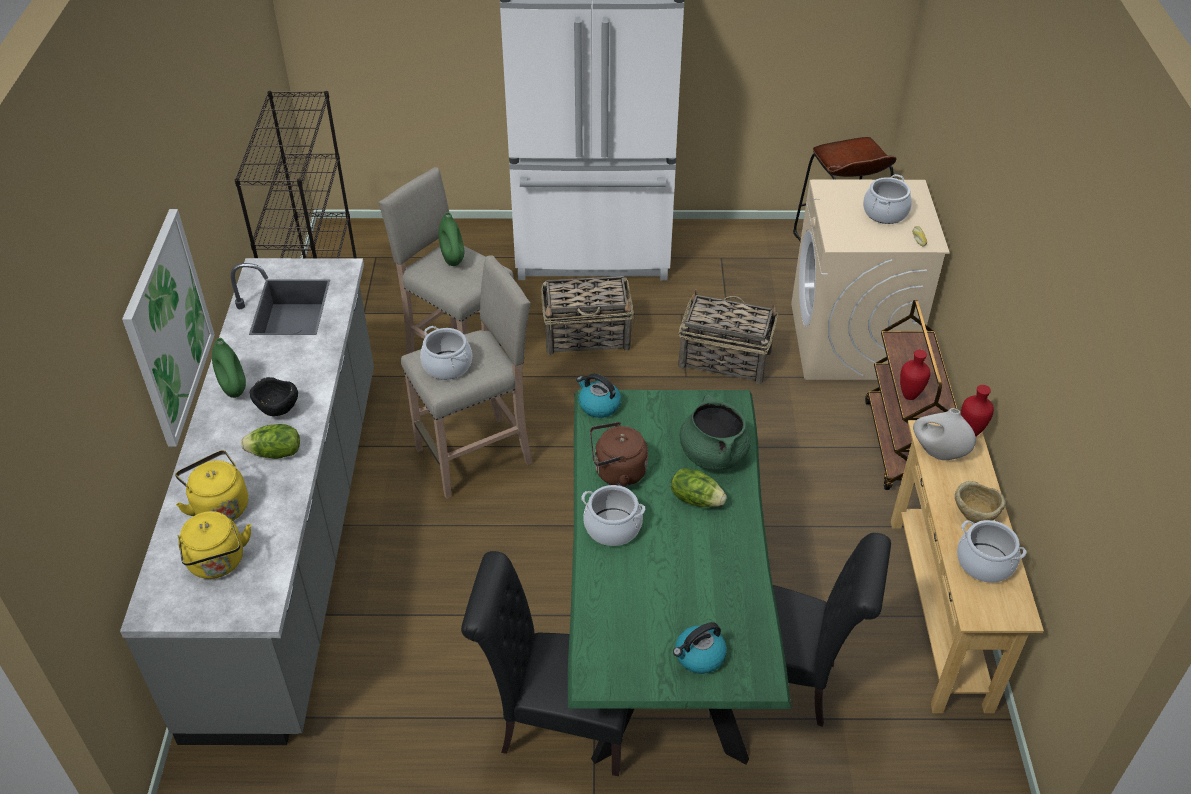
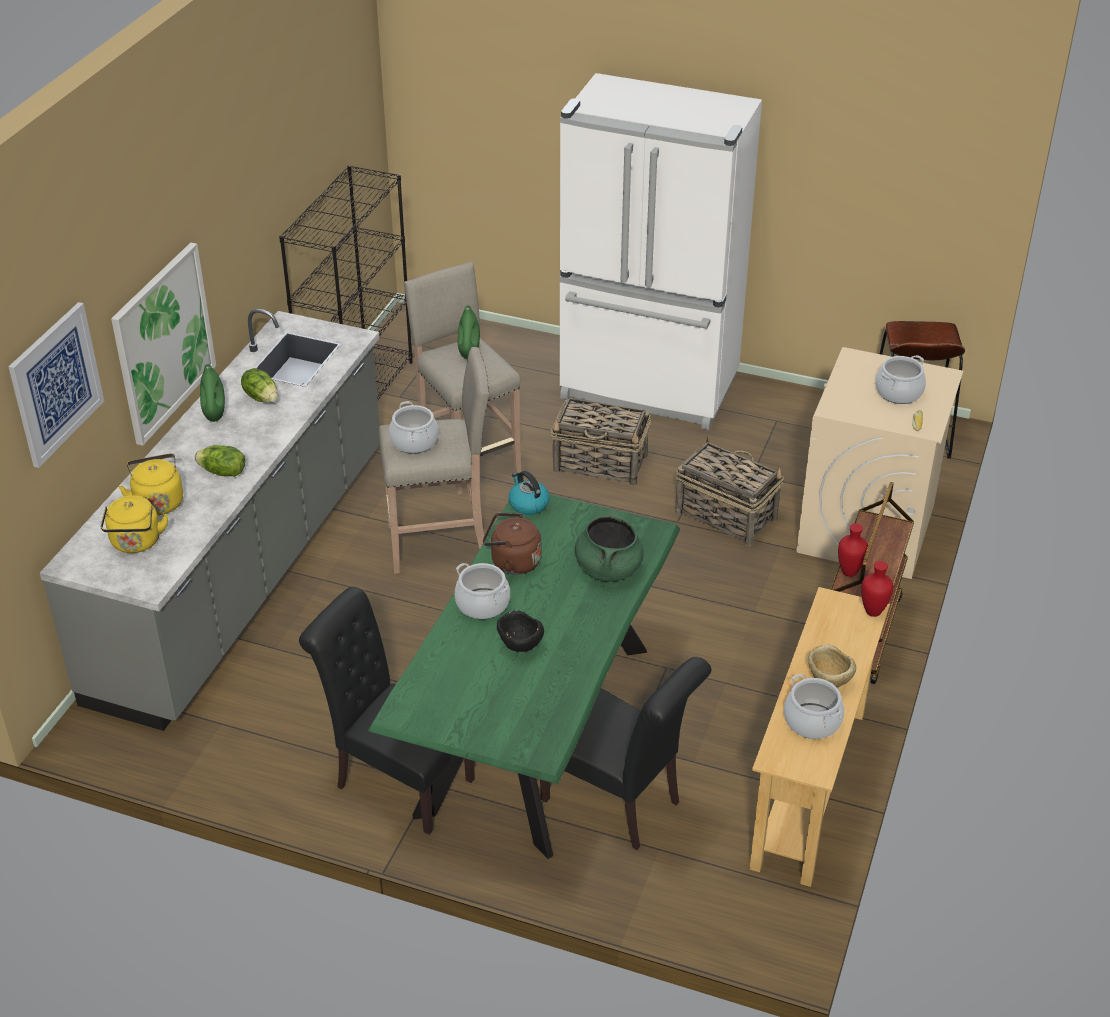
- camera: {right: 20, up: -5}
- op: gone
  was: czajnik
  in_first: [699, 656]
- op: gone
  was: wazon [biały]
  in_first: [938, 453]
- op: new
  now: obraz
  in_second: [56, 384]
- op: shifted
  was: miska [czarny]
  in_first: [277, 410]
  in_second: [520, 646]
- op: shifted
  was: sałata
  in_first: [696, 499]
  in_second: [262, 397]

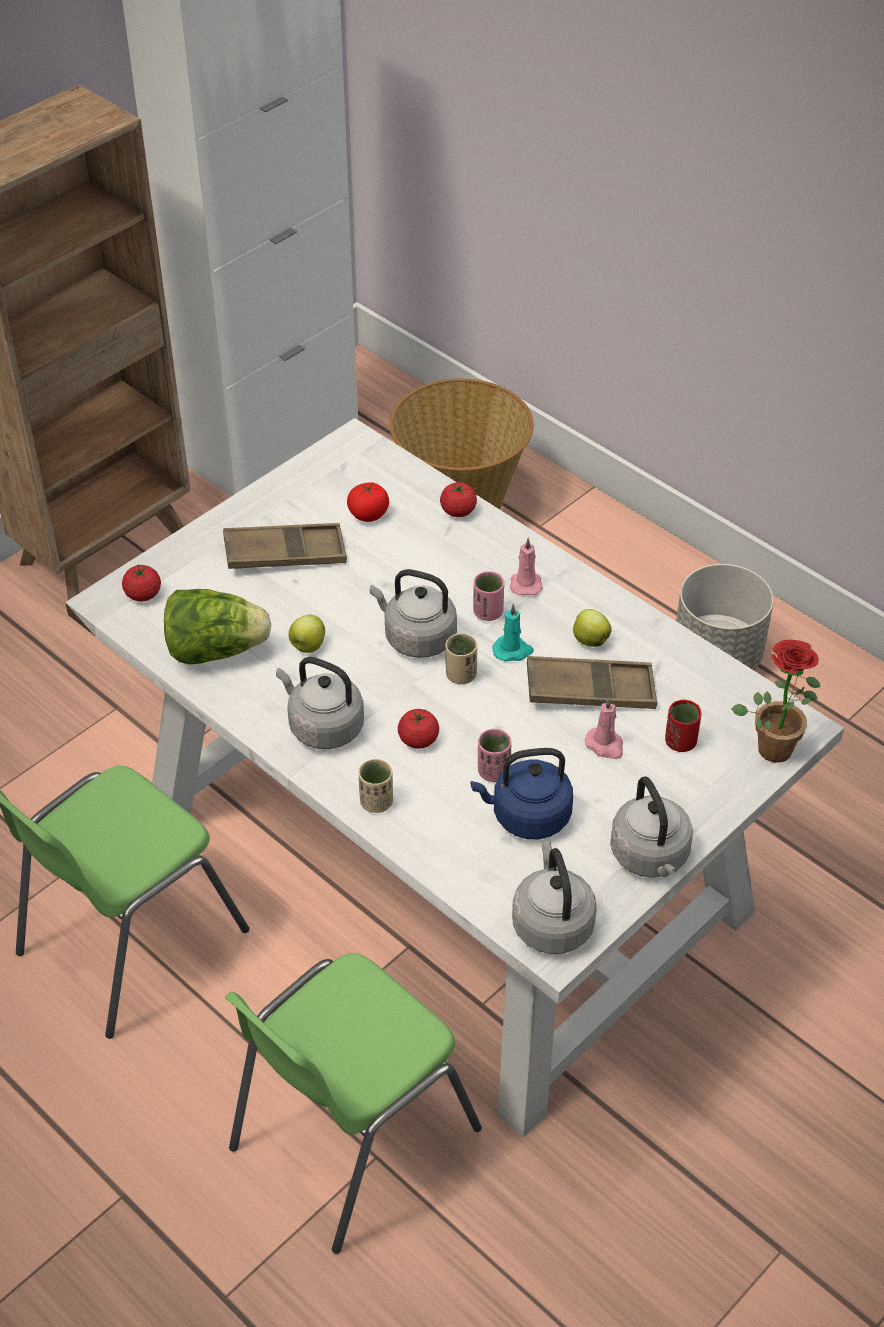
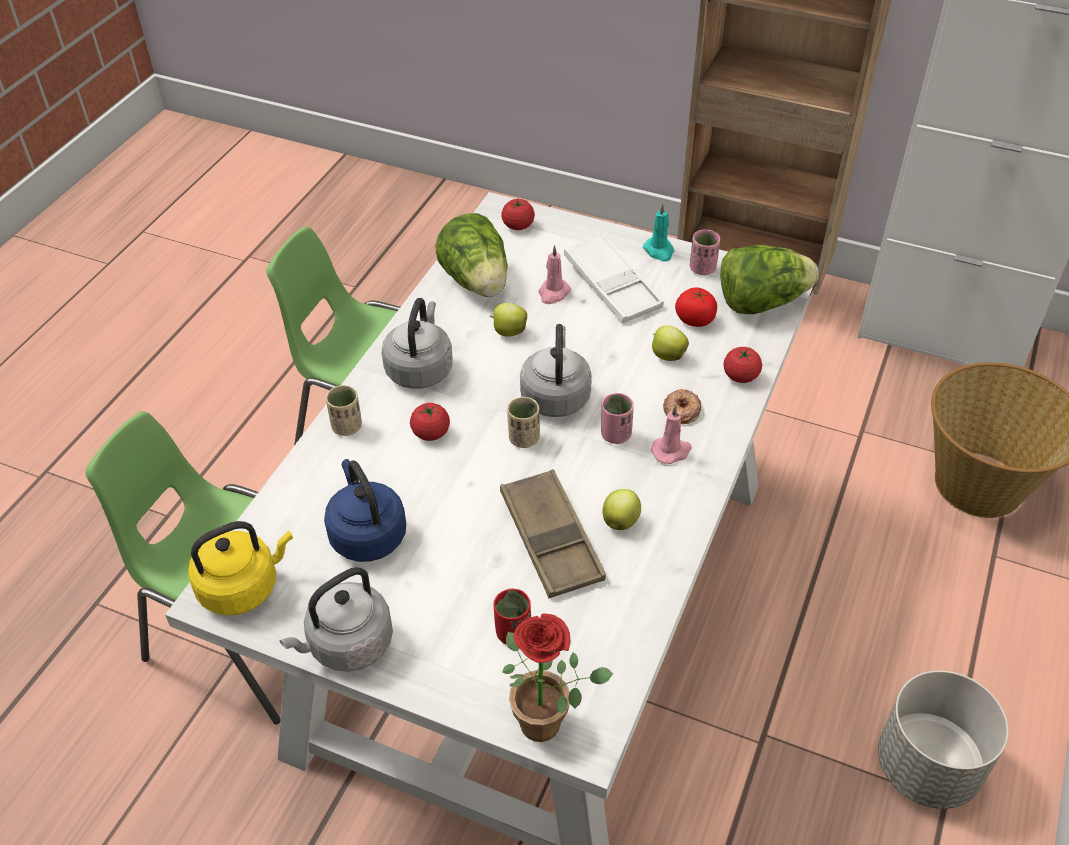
- camera: {right: 70, up: 0}
- op: new
  now: jabłko
  in_second: [667, 355]
- op: new
  now: donut
  in_second: [681, 410]
- op: new
  now: sałata
  in_second: [761, 302]
- op: shifted
  was: filiżanka [różowy]
  in_first: [493, 771]
  in_second: [702, 268]
- op: shifted
  was: świeca [turkusowy]
  in_first: [513, 651]
  in_second: [659, 251]
- op: shifted
  was: świeca [różowy]
  in_first: [605, 745]
  in_second: [553, 293]
- op: repainted
  was: taca [brązowy]
  now: taca [biały]
  in_first: [285, 553]
  in_second: [612, 285]
- op: repainted
  was: czajnik [szary]
  now: czajnik [żółty]
  in_first: [551, 923]
  in_second: [243, 586]

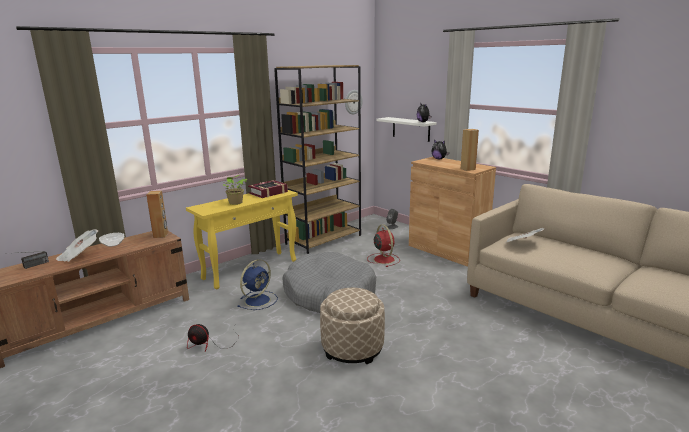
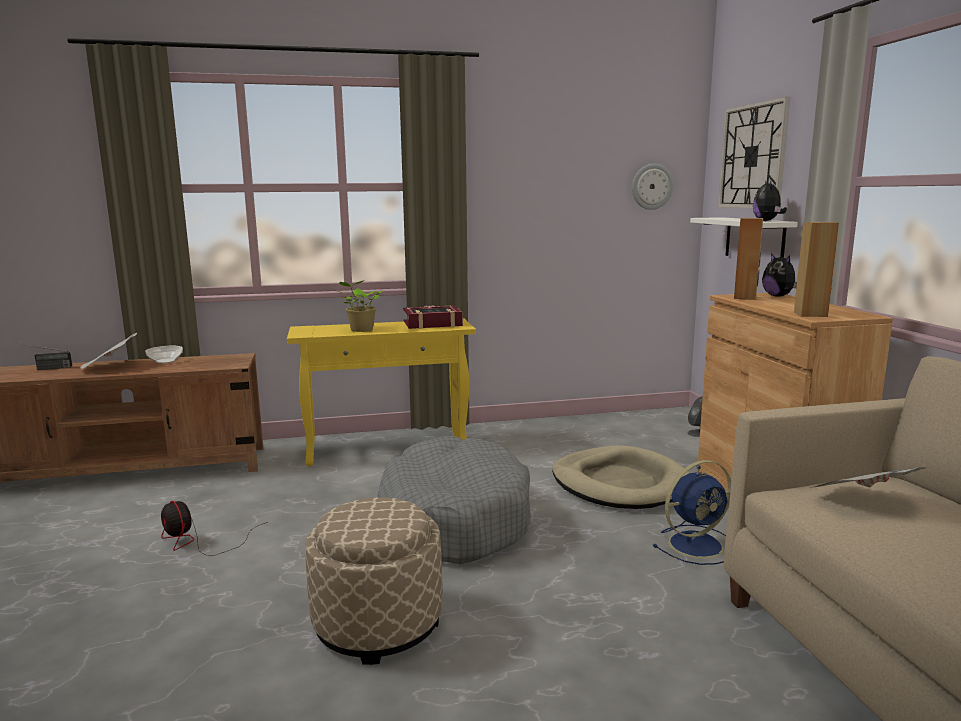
- camera: {right: 30, up: -5}
- op: gone
  was: regał [brązowy]
  in_first: [324, 239]
- op: new
  now: zegar ścienny
  in_second: [753, 156]
- op: shifted
  was: głośnik [brązowy]
  in_first: [161, 235]
  in_second: [745, 297]
- op: shifted
  was: wentylator [niebieski]
  in_first: [258, 300]
  in_second: [697, 544]
- op: swapped
  was: wentylator [czerwony]
  now: legowisko [beżowy]
  in_first: [383, 259]
  in_second: [620, 483]

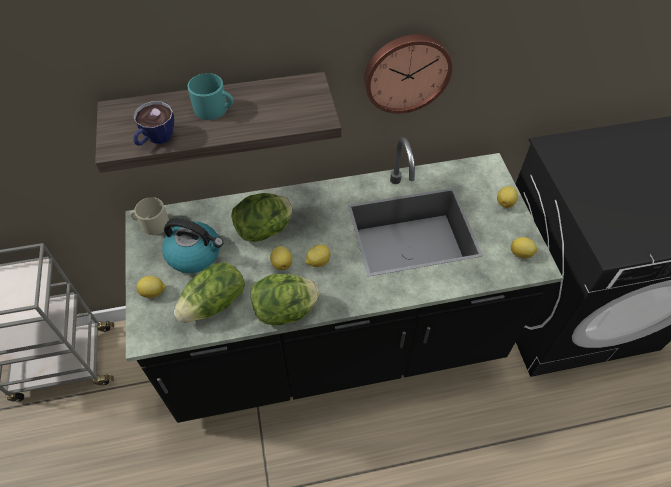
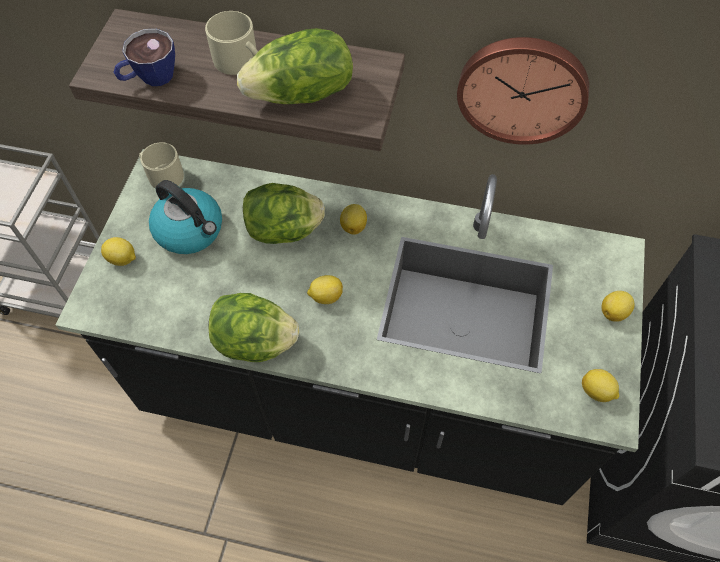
- camera: {right: 25, up: 5}
- op: shifted
  was: sałata
  in_first: [215, 304]
  in_second: [302, 95]
- op: shifted
  was: cytryna
  in_first: [282, 263]
  in_second: [354, 226]
- op: repainted
  was: kubek [turkusowy]
  now: kubek [beżowy]
  in_first: [215, 109]
  in_second: [239, 61]

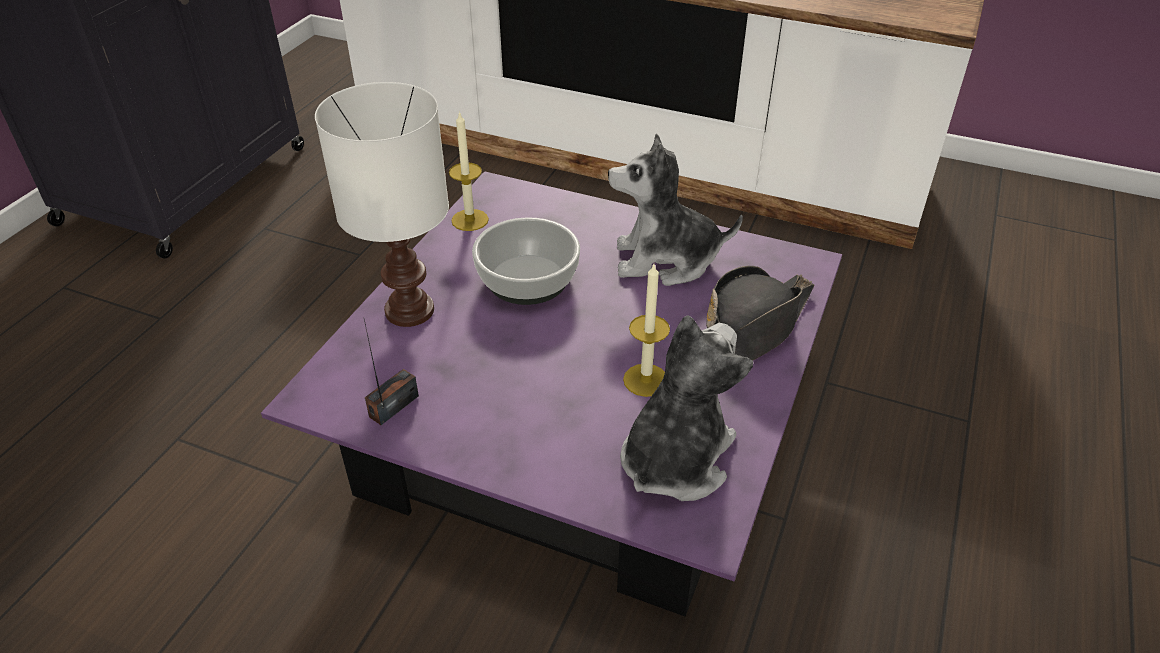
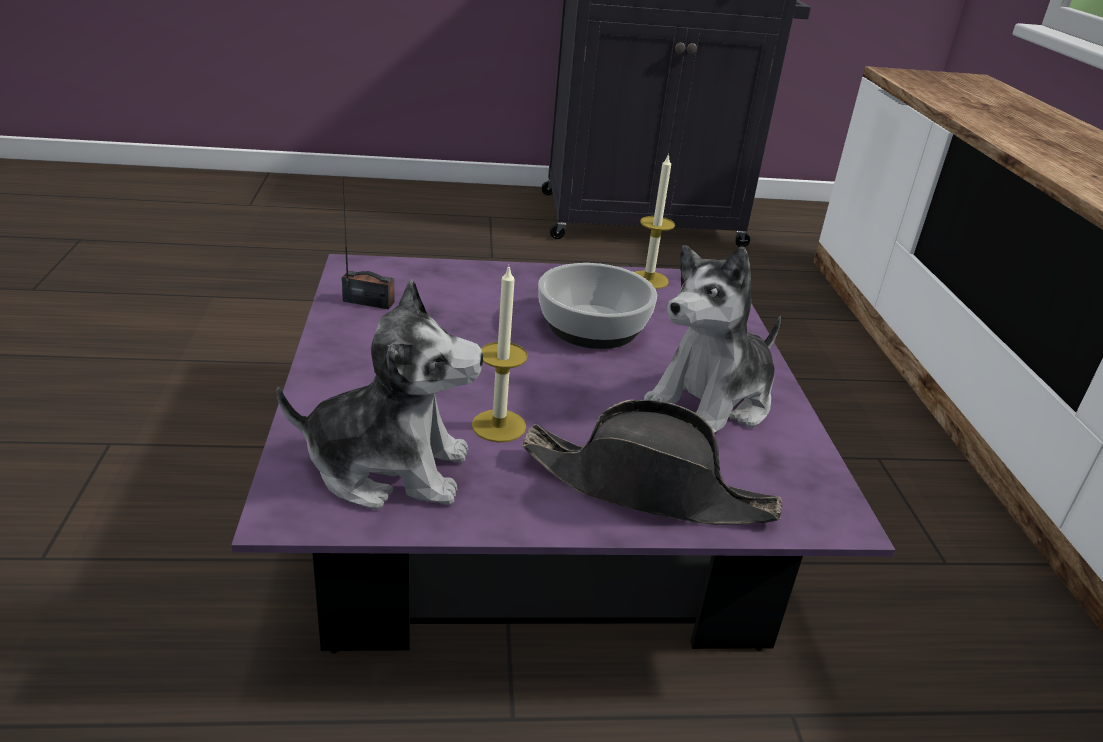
- camera: {right: 60, up: -10}
- op: gone
  was: lampa stołowa [biały]
  in_first: [407, 311]
- op: rotated
  was: pluszak
  in_first: [665, 260]
  in_second: [712, 402]
  clockwise: -105

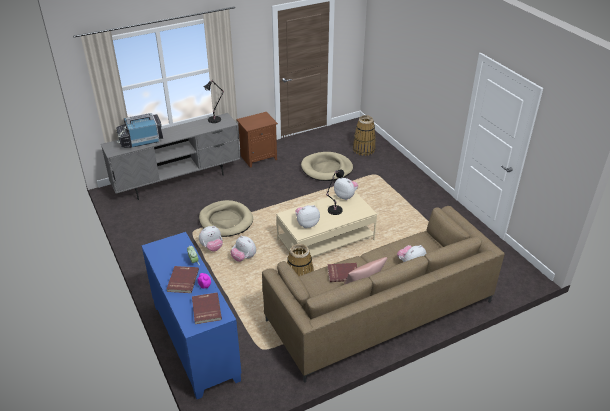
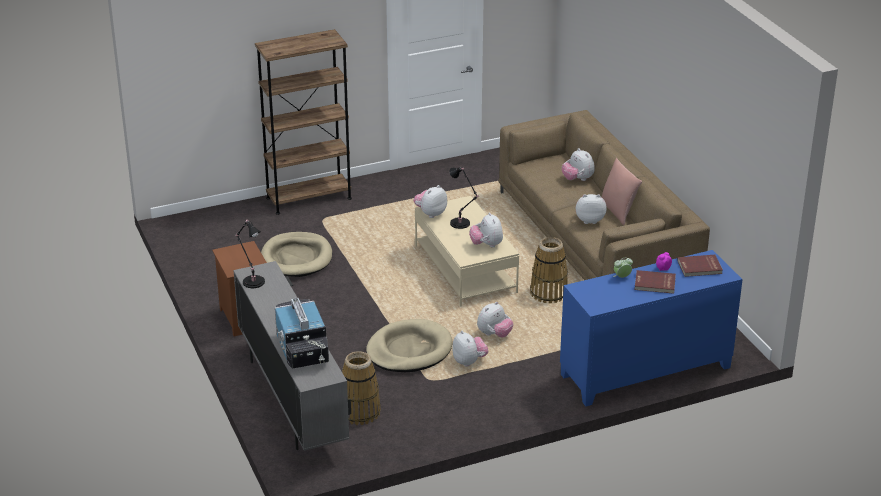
- camera: {right: -85, up: -5}
- op: new
  now: regał [brązowy]
  in_second: [309, 198]
- op: shifted
  was: koszyk
  in_first: [364, 149]
  in_second: [359, 412]
- op: swapped
  was: książka [czerwony]
  now: pluszak
  in_first: [343, 273]
  in_second: [589, 220]

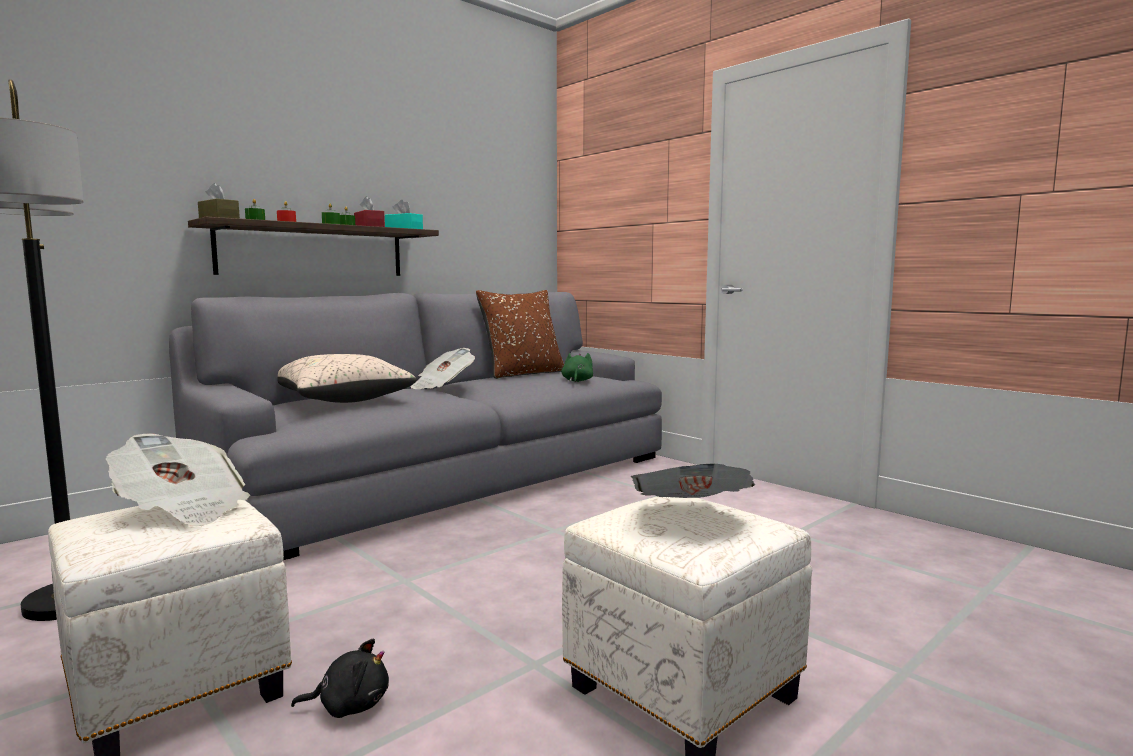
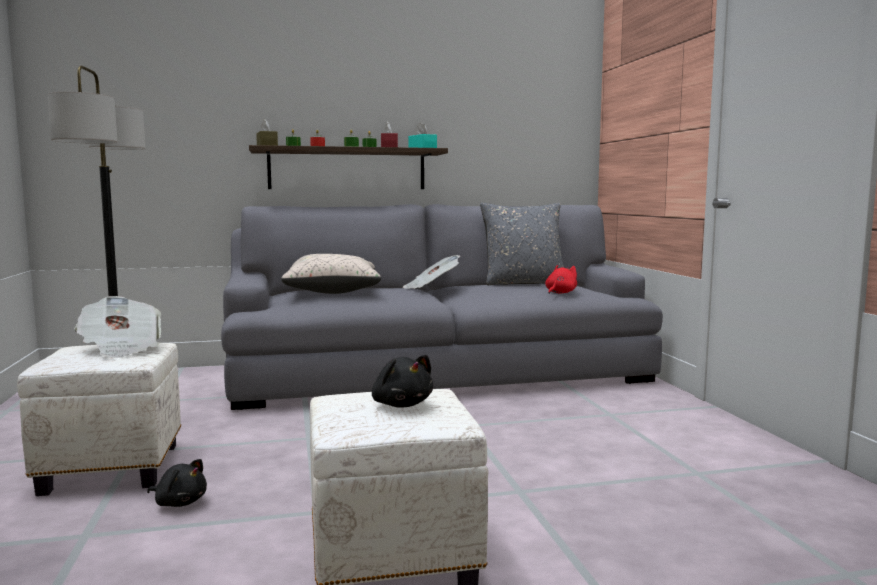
- camera: {right: 30, up: 0}
- op: swapped
  was: gazeta
  now: pluszak [czarny]
  in_first: [690, 516]
  in_second: [401, 404]
- op: repainted
  was: poduszka [brązowy]
  now: poduszka [szary]
  in_first: [523, 374]
  in_second: [524, 283]
- op: repainted
  was: pluszak [zielony]
  now: pluszak [czerwony]
  in_first: [577, 381]
  in_second: [560, 293]

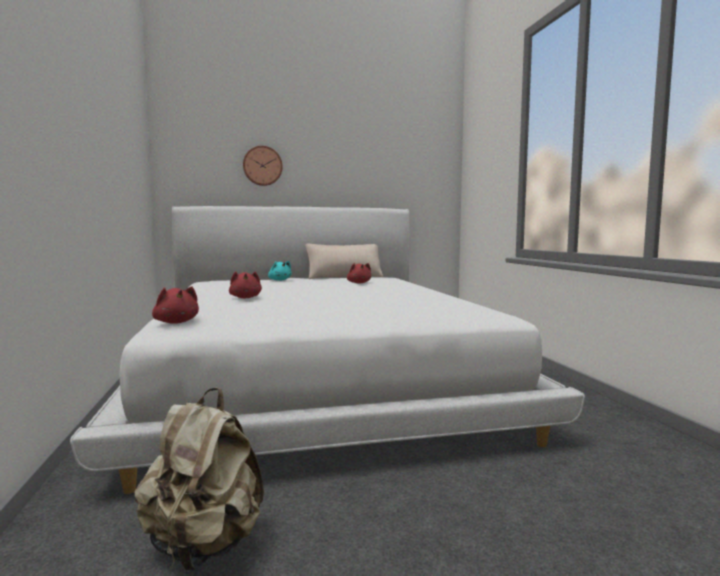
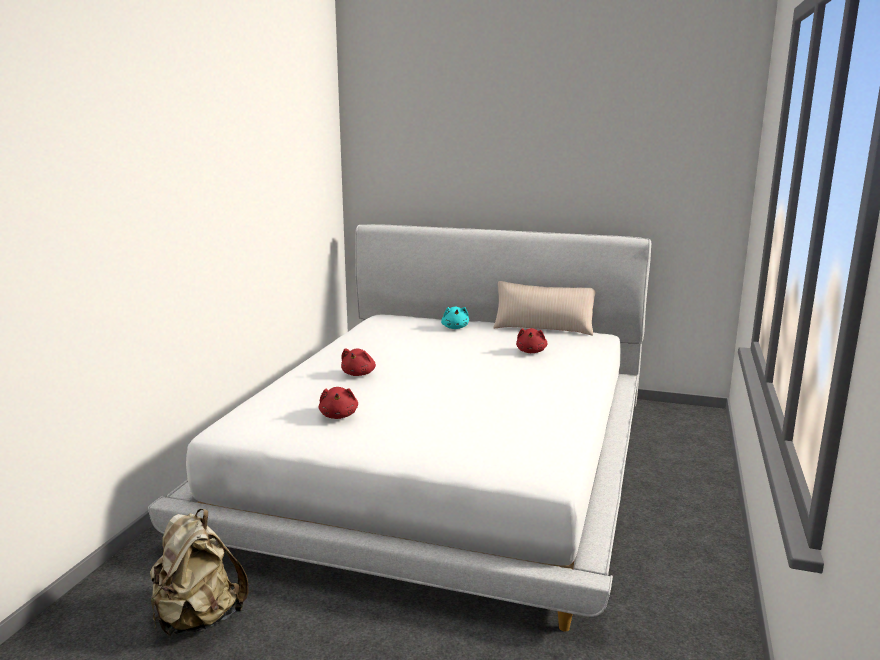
- camera: {right: 30, up: 10}
- op: gone
  was: zegar ścienny
  in_first: [262, 166]
- op: shifted
  was: pluszak [czerwony]
  in_first: [176, 322]
  in_second: [339, 415]

